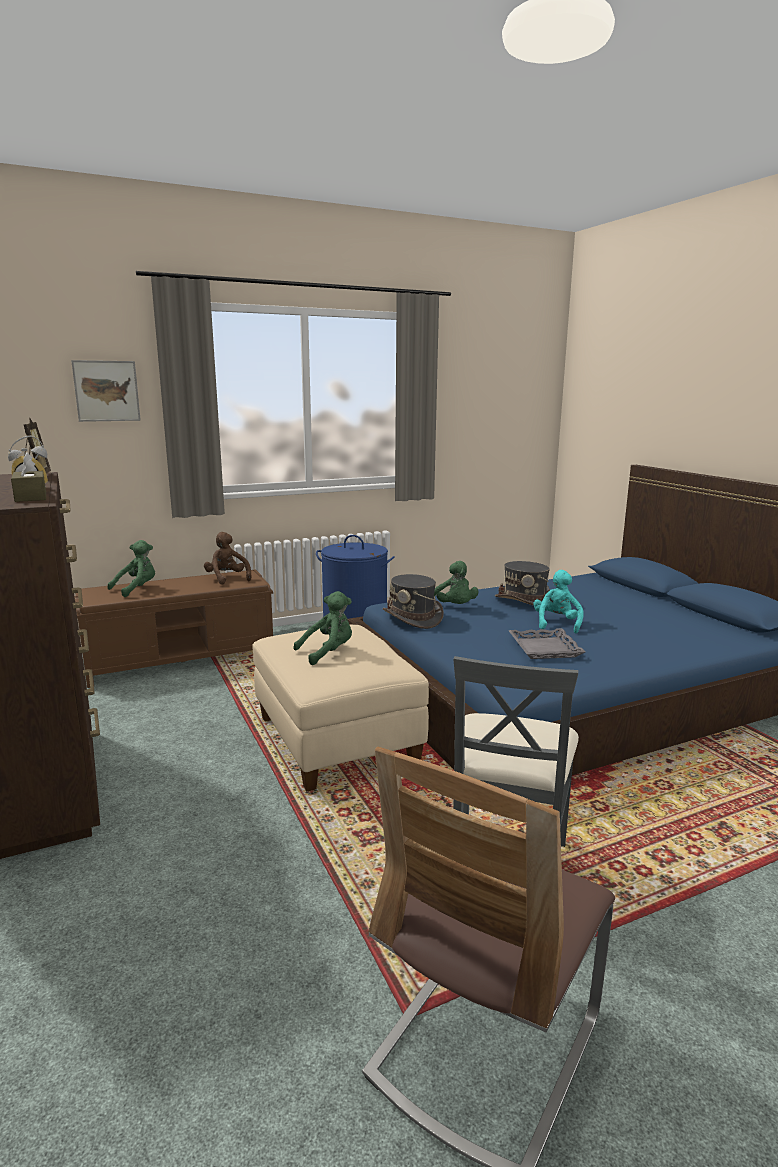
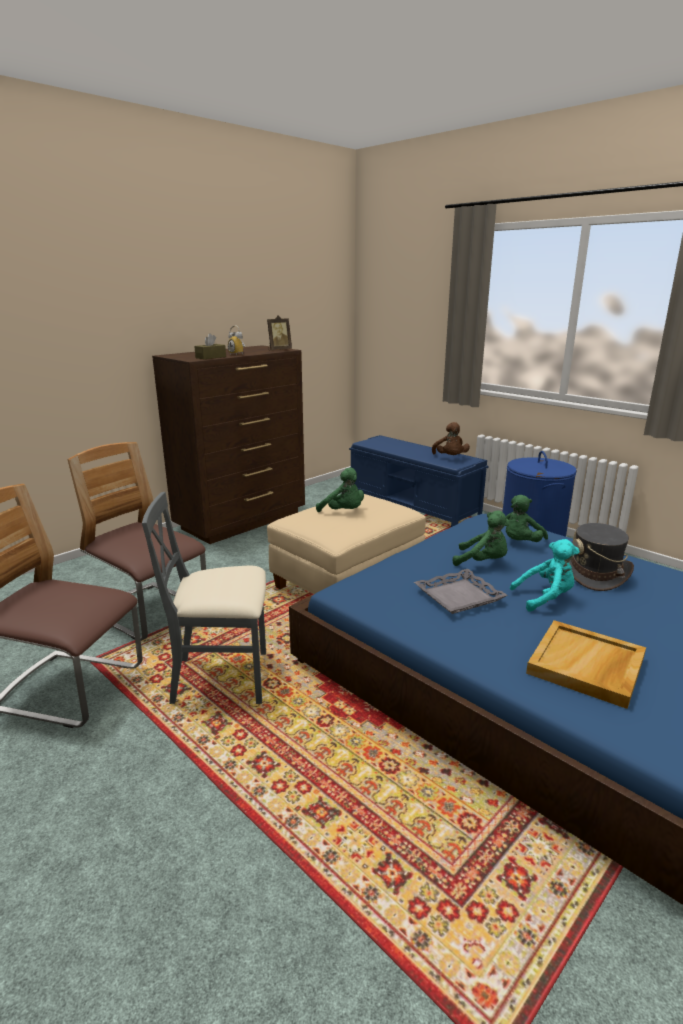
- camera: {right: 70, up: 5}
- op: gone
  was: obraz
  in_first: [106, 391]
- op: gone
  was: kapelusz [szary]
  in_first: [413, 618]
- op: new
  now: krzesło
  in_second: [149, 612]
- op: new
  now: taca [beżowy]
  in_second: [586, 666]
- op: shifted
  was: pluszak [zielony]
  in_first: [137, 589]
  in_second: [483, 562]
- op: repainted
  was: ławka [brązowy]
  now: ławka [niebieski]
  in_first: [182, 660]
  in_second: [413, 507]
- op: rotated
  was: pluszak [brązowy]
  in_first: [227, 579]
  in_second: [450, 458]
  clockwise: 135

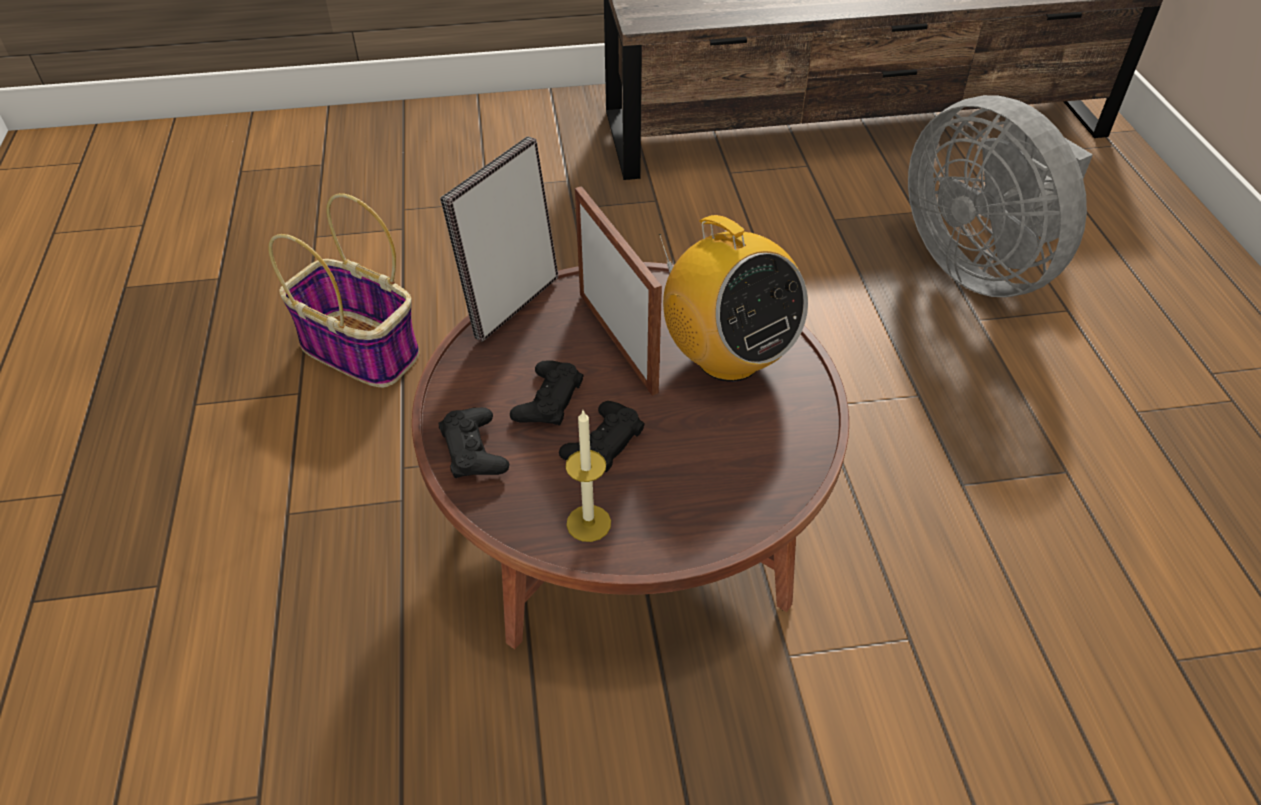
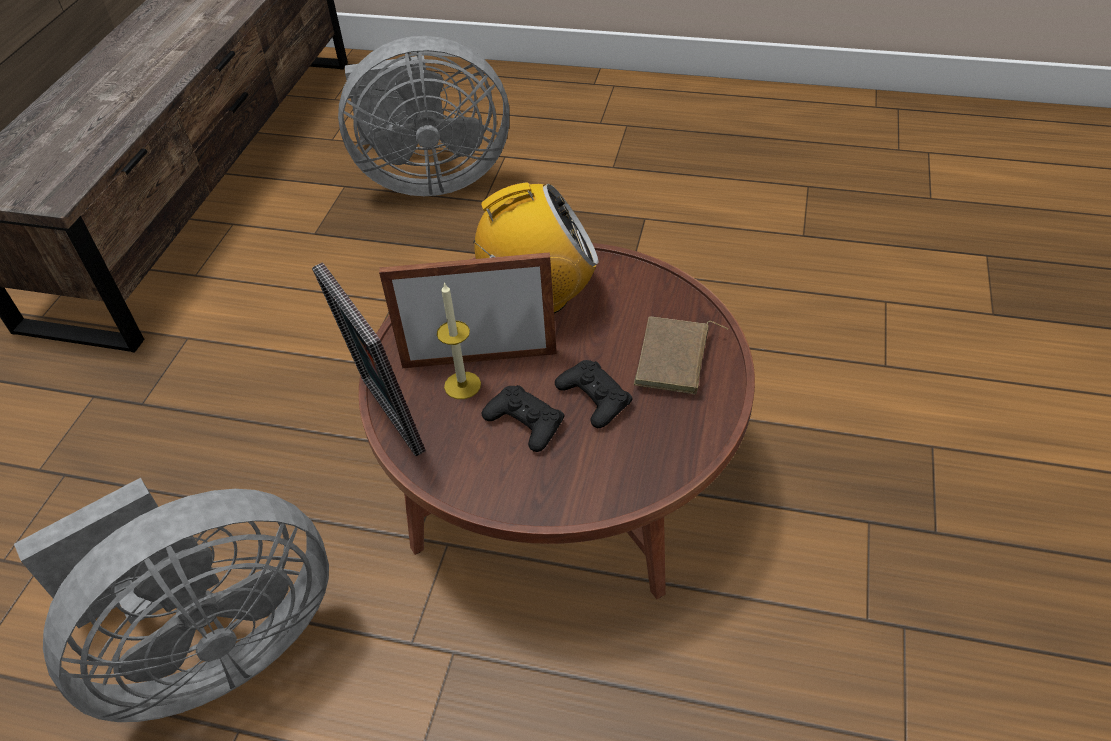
- camera: {right: -65, up: 0}
- op: gone
  was: pad do gier [czarny]
  in_first: [474, 450]
- op: new
  now: książka [brązowy]
  in_second: [675, 359]
- op: shifted
  was: świeca
  in_first: [588, 523]
  in_second: [462, 385]
- op: swapped
  was: koszyk
  now: wentylator [szary]
  in_first: [362, 350]
  in_second: [214, 650]

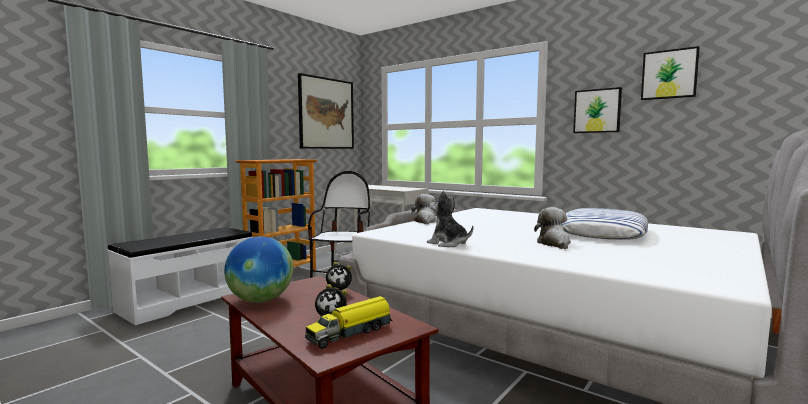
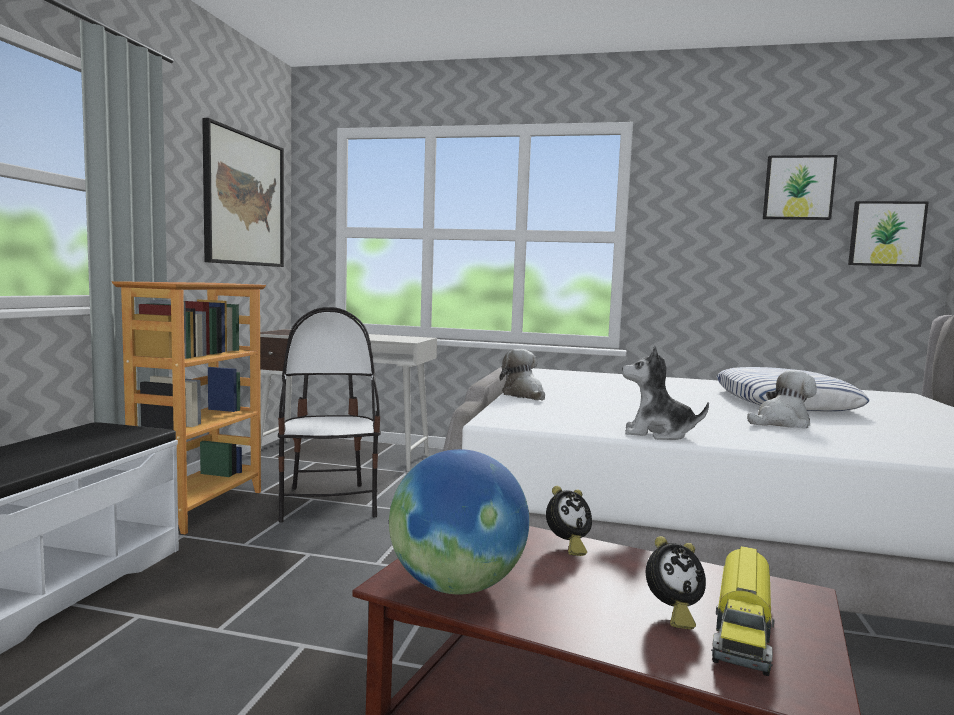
- camera: {right: -25, up: 0}
- op: shifted
  was: obraz
  in_first: [597, 111]
  in_second: [886, 234]
- op: rotated
  was: pluszak
  in_first: [554, 244]
  in_second: [781, 423]
  clockwise: 90

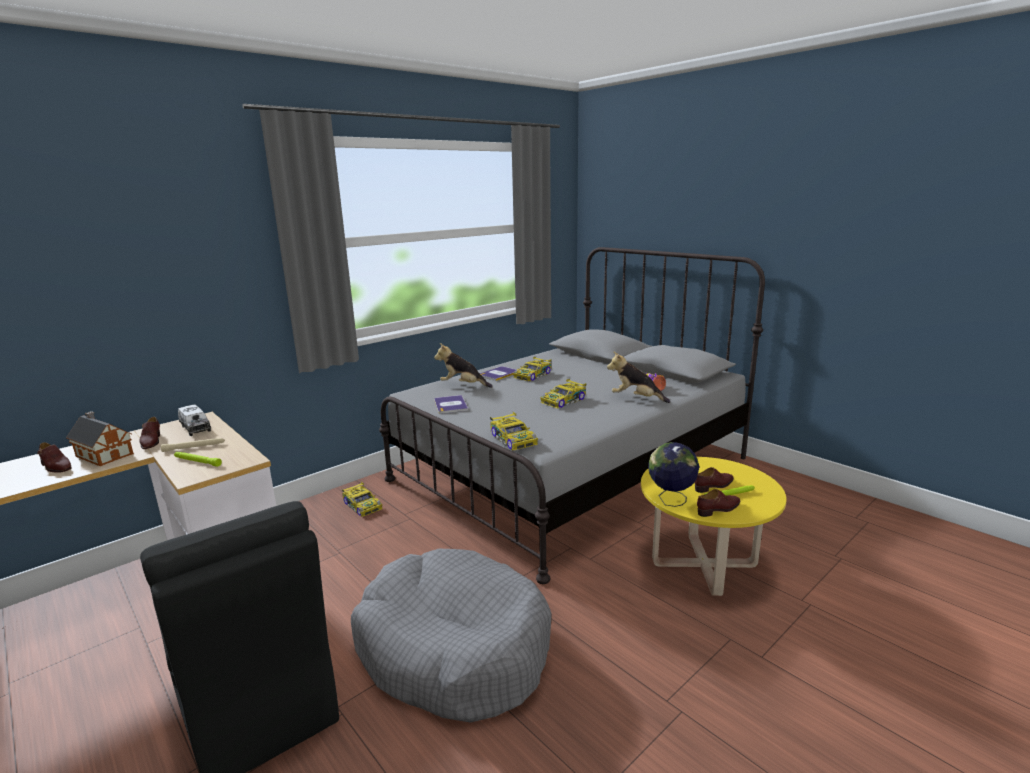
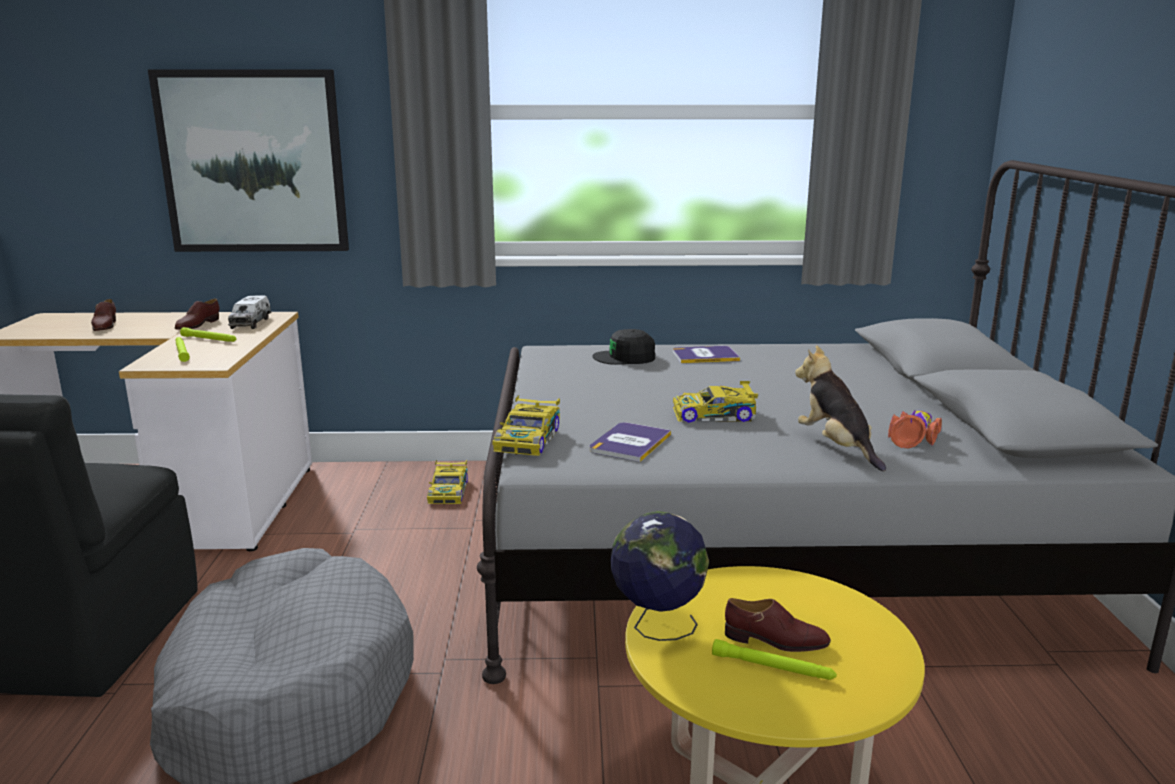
- camera: {right: 40, up: 0}
- op: gone
  was: domek
  in_first: [104, 454]
- op: gone
  was: samochodzik
  in_first: [533, 375]
- op: gone
  was: but [brązowy]
  in_first: [719, 509]
- op: new
  now: obraz
  in_second: [253, 162]
- op: shifted
  was: książka
  in_first: [450, 405]
  in_second: [630, 443]
- op: swapped
  was: pluszak
  now: czapka z daszkiem [czarny]
  in_first: [463, 385]
  in_second: [625, 357]
- op: repainted
  was: latarka [beżowy]
  now: latarka [zielony]
  in_first: [194, 447]
  in_second: [209, 339]

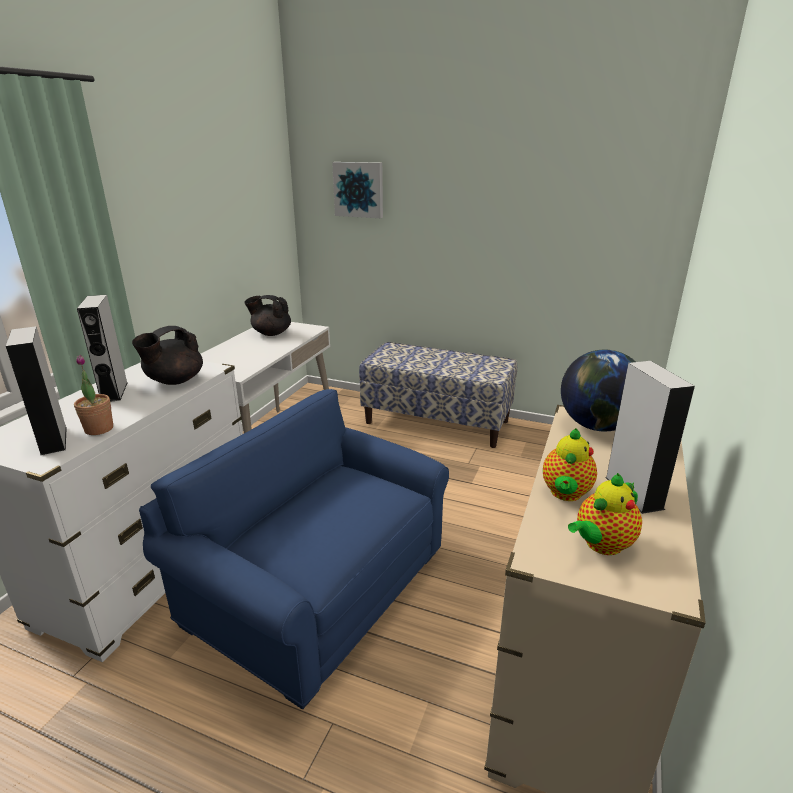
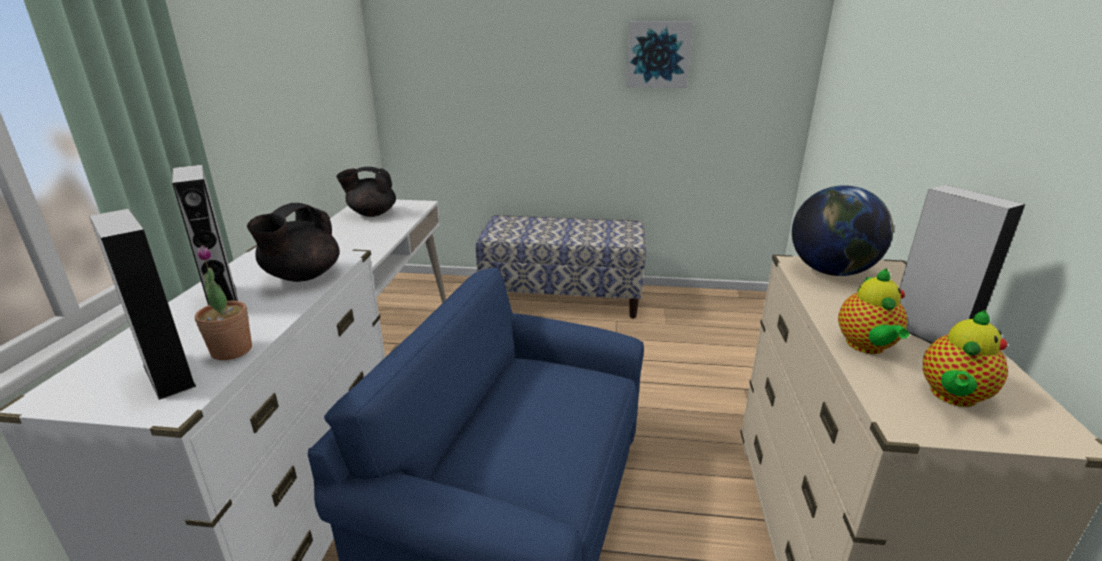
- camera: {right: -15, up: 0}
- op: shifted
  was: obraz
  in_first: [359, 189]
  in_second: [658, 54]

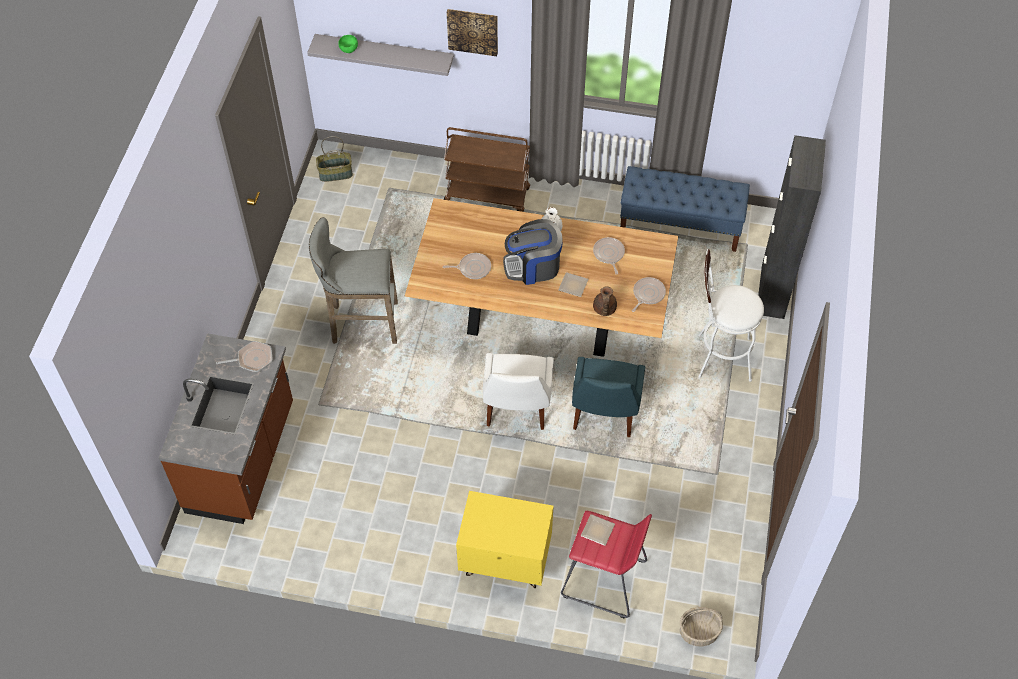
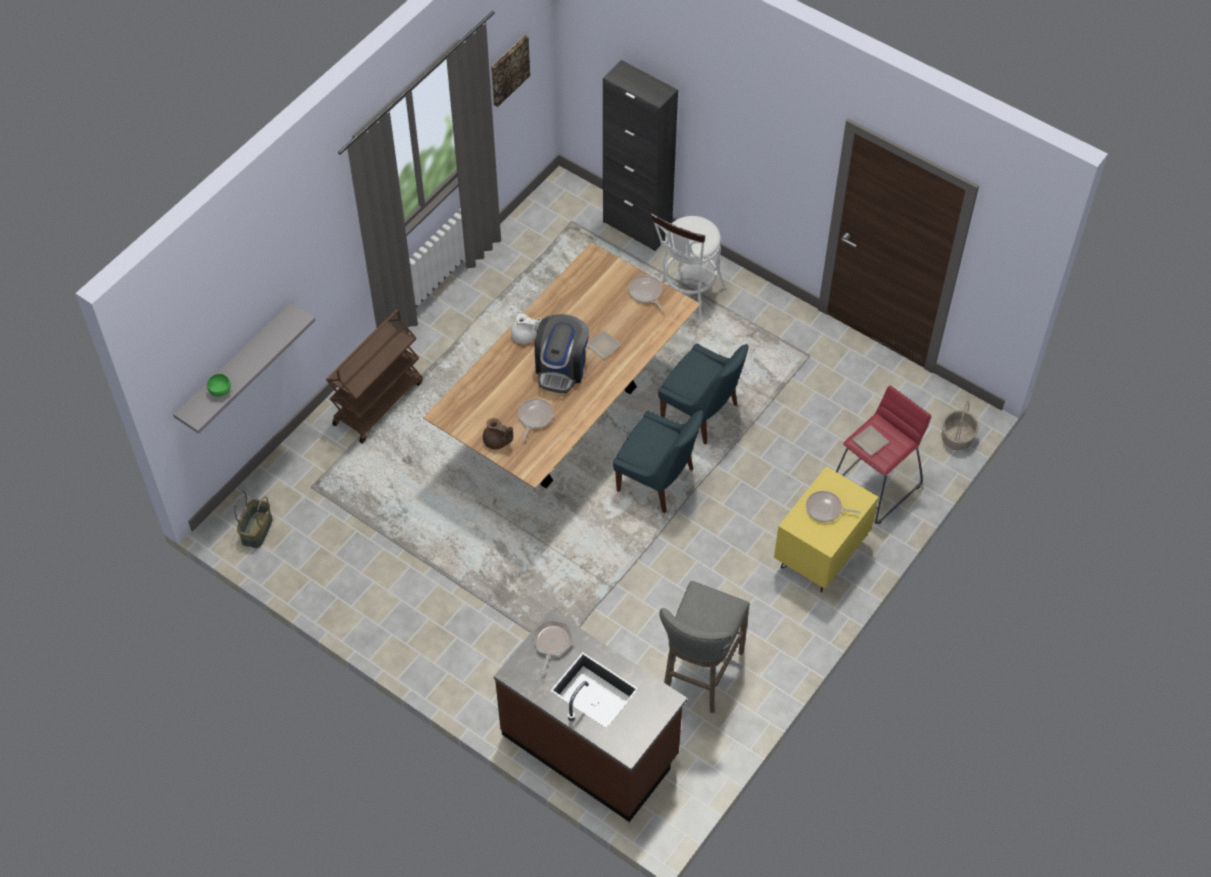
- camera: {right: -65, up: 0}
- op: gone
  was: ławka [niebieski]
  in_first: [680, 226]
- op: shifted
  was: stołek [szary]
  in_first: [361, 323]
  in_second: [700, 676]
- op: shifted
  was: obraz
  in_first: [473, 31]
  in_second: [508, 70]
- op: shifted
  was: patelnia
  in_first: [609, 254]
  in_second: [825, 509]
- op: shifted
  was: imbryk [brązowy]
  in_first: [604, 309]
  in_second: [497, 442]
- op: repainted
  was: krzesło [biały]
  now: krzesło [niebieski]
  in_first: [516, 409]
  in_second: [658, 481]

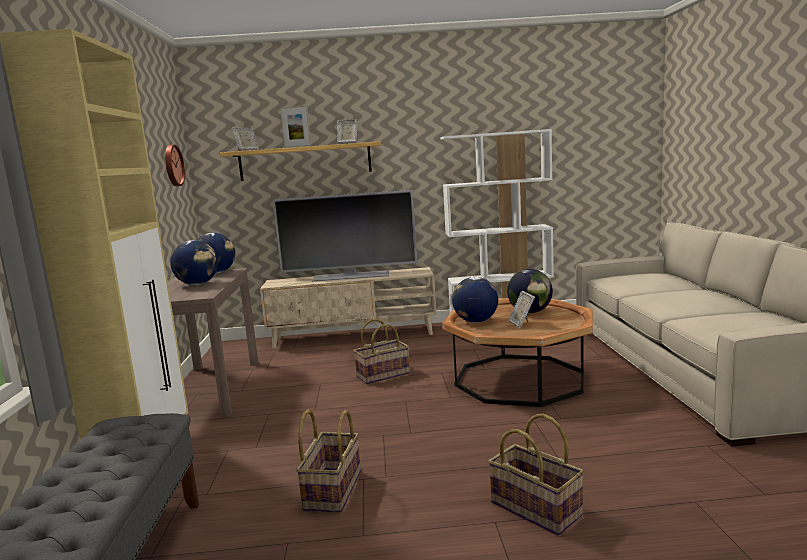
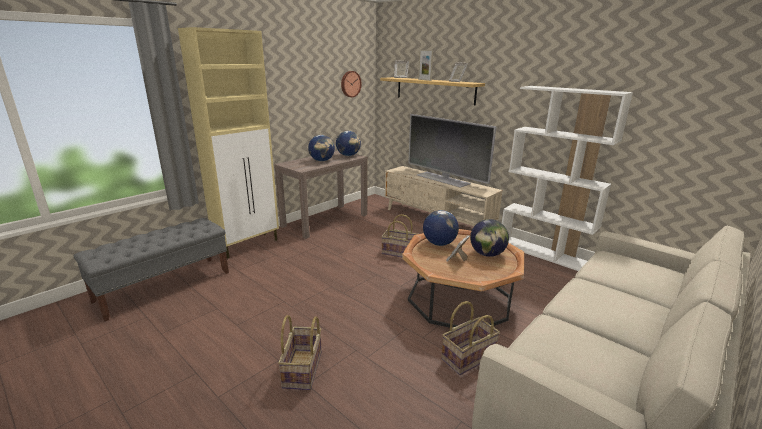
- camera: {right: 45, up: 10}
- op: shifted
  was: koszyk
  in_first: [332, 490]
  in_second: [468, 356]

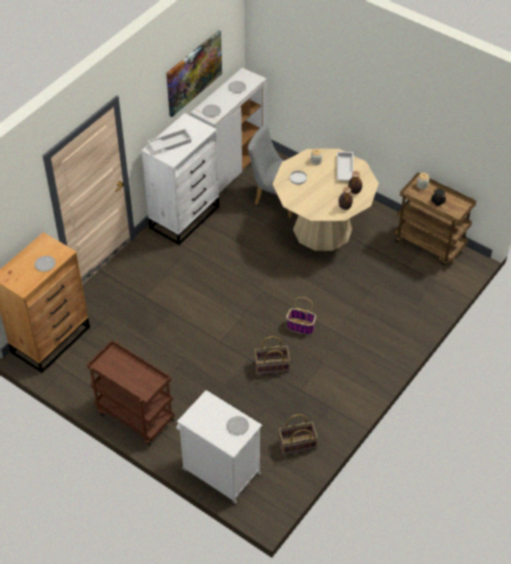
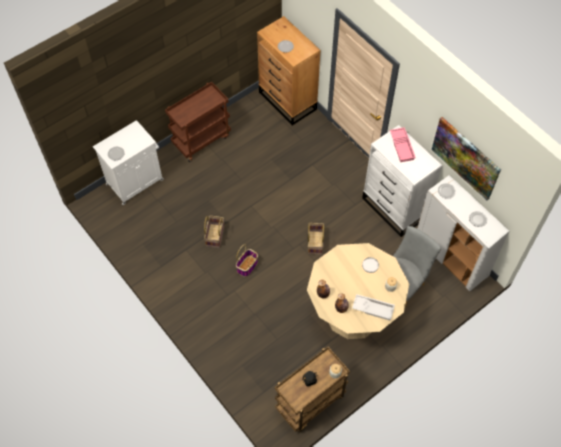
- camera: {right: 105, up: 10}
- op: shifted
  was: koszyk
  in_first: [297, 444]
  in_second: [314, 242]
- op: repainted
  was: taca [biały]
  now: taca [różowy]
  in_first: [170, 143]
  in_second: [402, 146]

